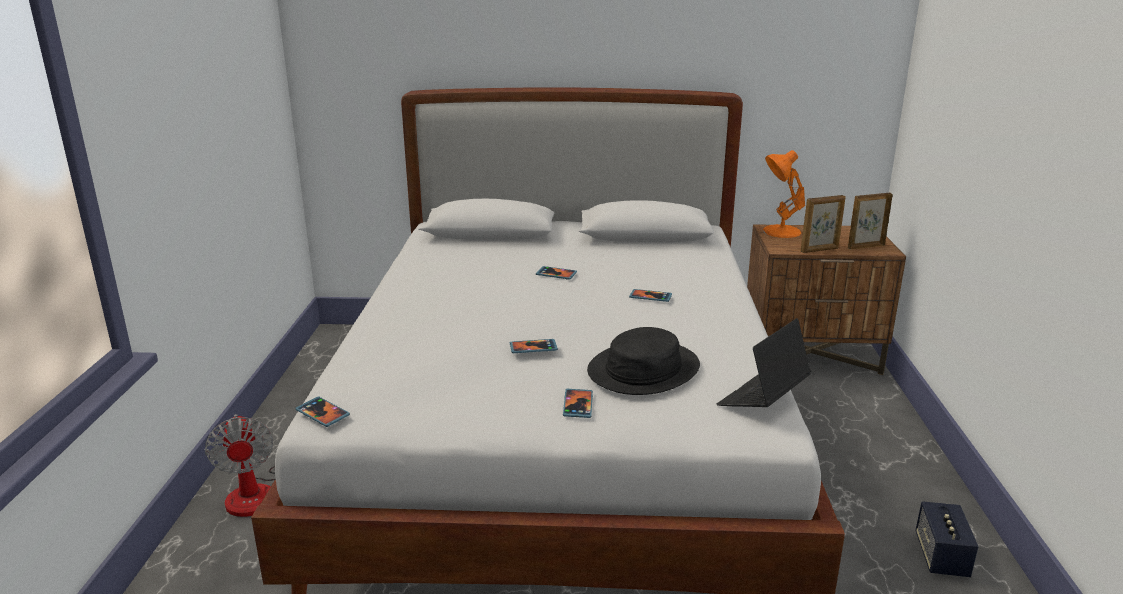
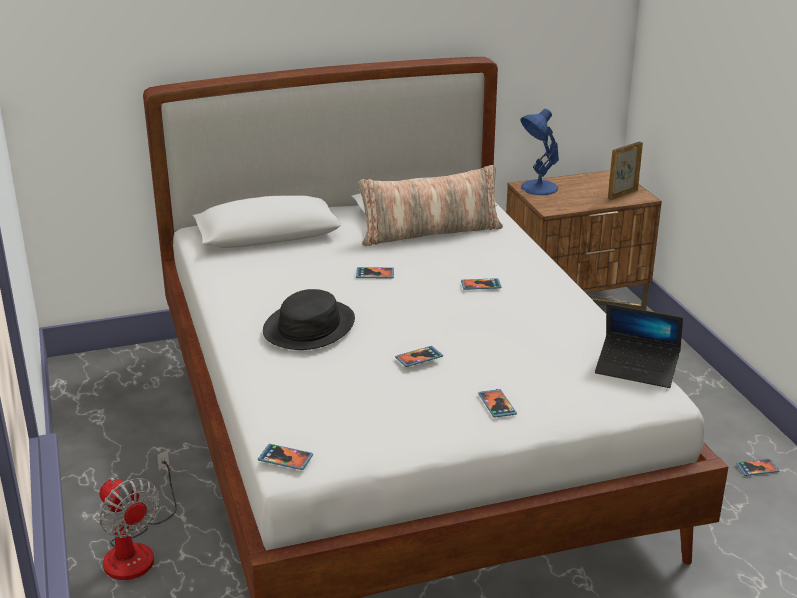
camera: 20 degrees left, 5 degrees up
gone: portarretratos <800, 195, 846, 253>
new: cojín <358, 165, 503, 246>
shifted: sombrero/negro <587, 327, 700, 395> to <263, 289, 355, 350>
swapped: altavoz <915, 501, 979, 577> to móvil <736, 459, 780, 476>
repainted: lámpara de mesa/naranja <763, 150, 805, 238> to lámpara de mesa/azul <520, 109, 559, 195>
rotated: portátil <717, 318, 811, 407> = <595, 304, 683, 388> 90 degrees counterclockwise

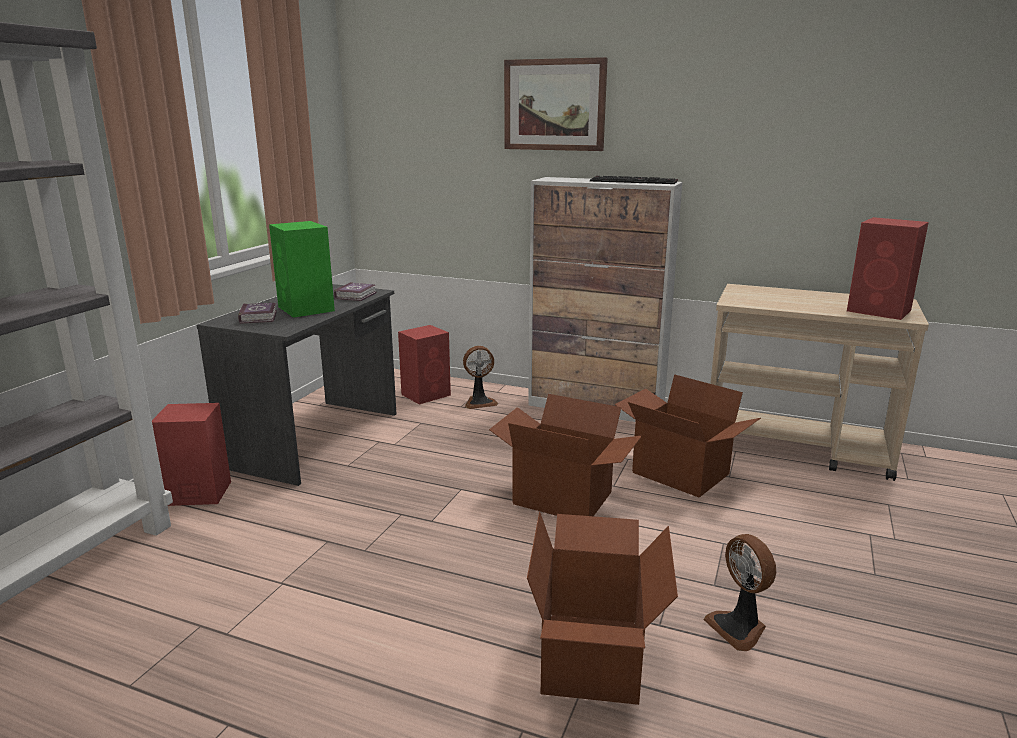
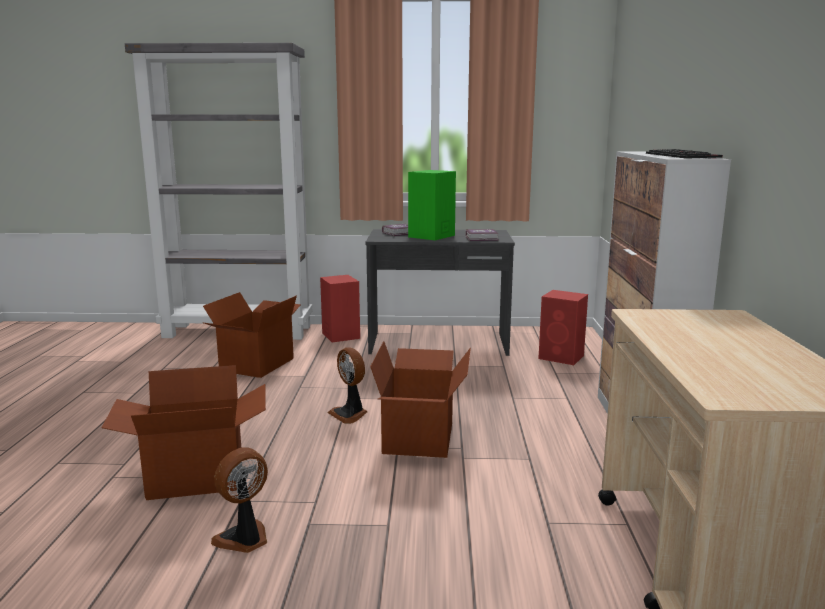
camera: 70 degrees right, 5 degrees down
gone: cuadro <504, 57, 608, 151>; altavoz/rojo <847, 217, 929, 320>
shifted: caja de cartón <615, 374, 761, 498> to <202, 292, 301, 378>; ventilador <463, 346, 498, 409> to <328, 347, 367, 424>

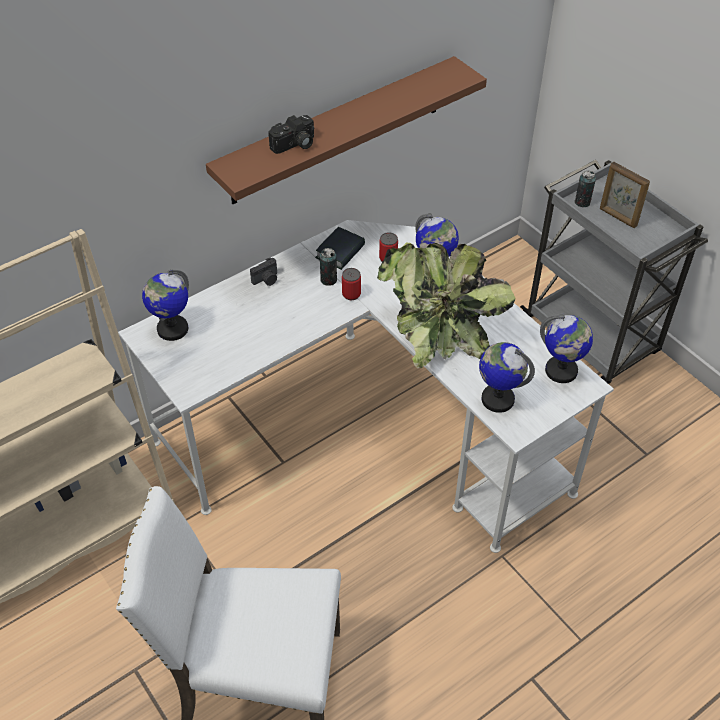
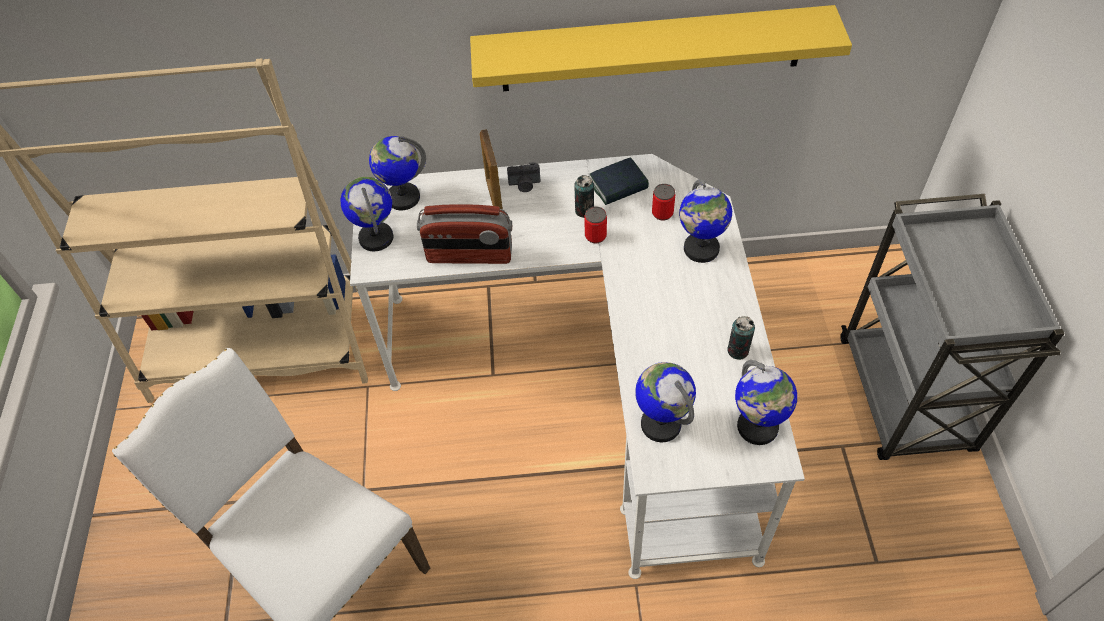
camera: 35 degrees right, 5 degrees up
gone: cámara <268, 115, 314, 154>; planta en maceta <377, 243, 516, 368>
new: globo terráqueo <341, 176, 393, 251>; radio <417, 204, 512, 264>
shifted: portarretratos <600, 162, 650, 228> to <480, 129, 503, 210>; lata <574, 171, 596, 208> to <727, 316, 755, 360>
repainted: estante/marrón <206, 56, 487, 204> to estante/amarillo <470, 5, 852, 91>

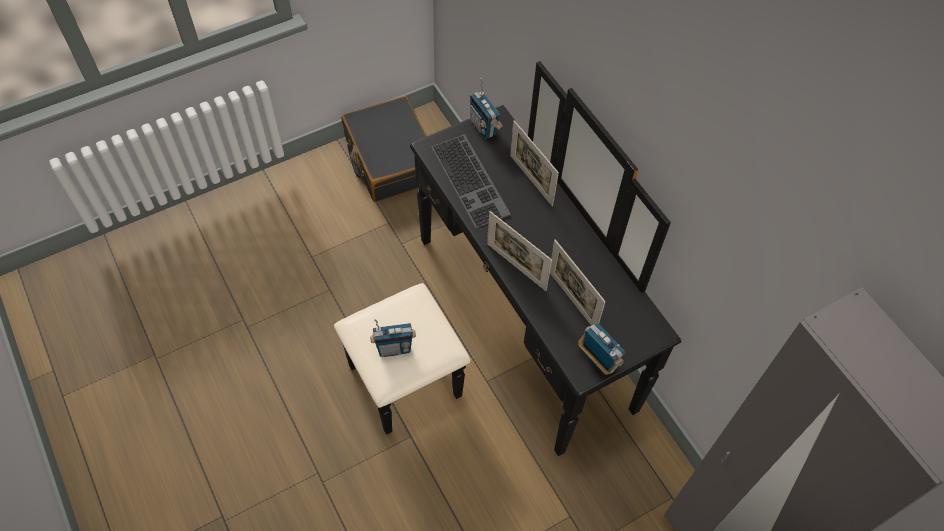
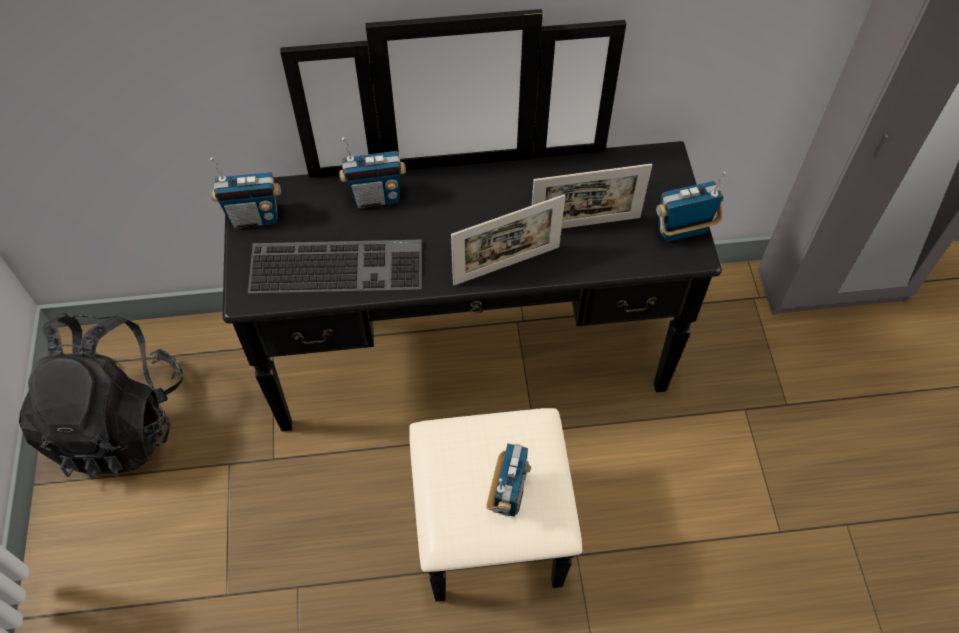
camera: 65 degrees left, 0 degrees up
swapped: maleta/negro <341, 96, 426, 202> to mochila/negro <19, 313, 183, 479>; portarretratos <510, 120, 559, 206> to radio <339, 137, 406, 208>

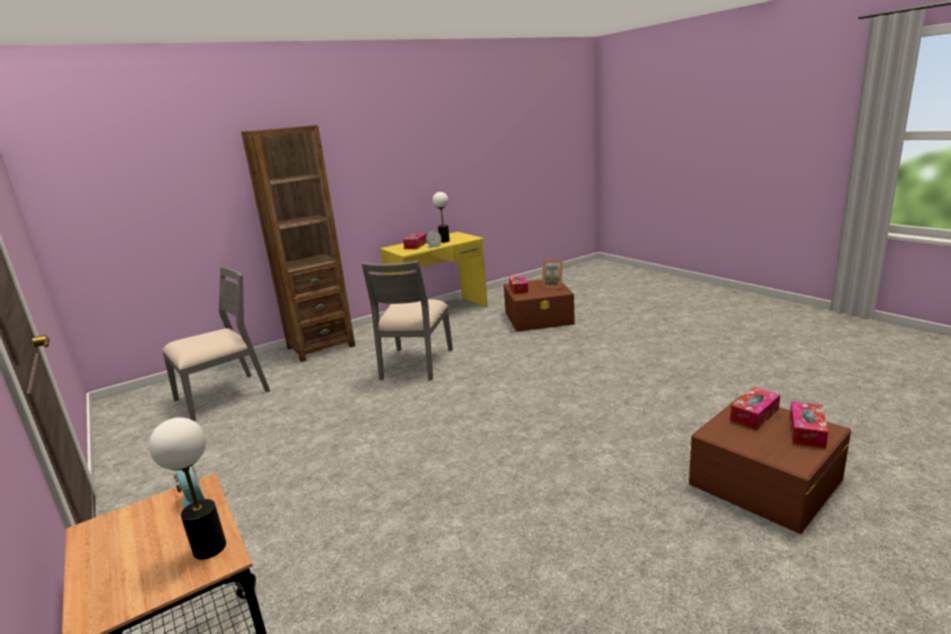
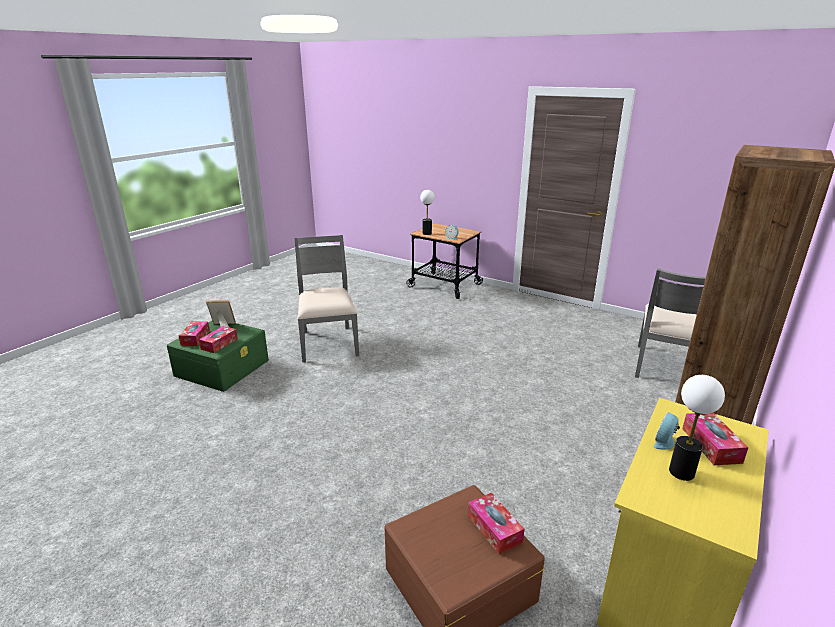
camera: 155 degrees right, 5 degrees up
shifted: portarretratos <542, 260, 563, 288> to <206, 300, 236, 327>; silla/gris <362, 260, 453, 380> to <295, 235, 359, 363>
repainted: caja de almacenaje/marrón <689, 396, 851, 534> to caja de almacenaje/verde <167, 321, 269, 392>

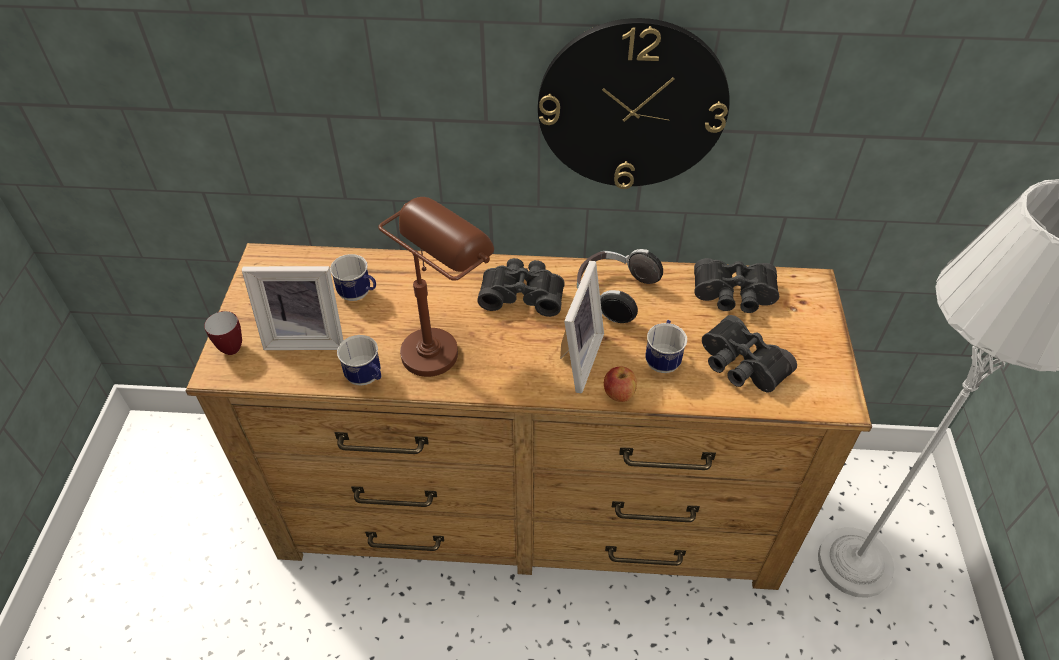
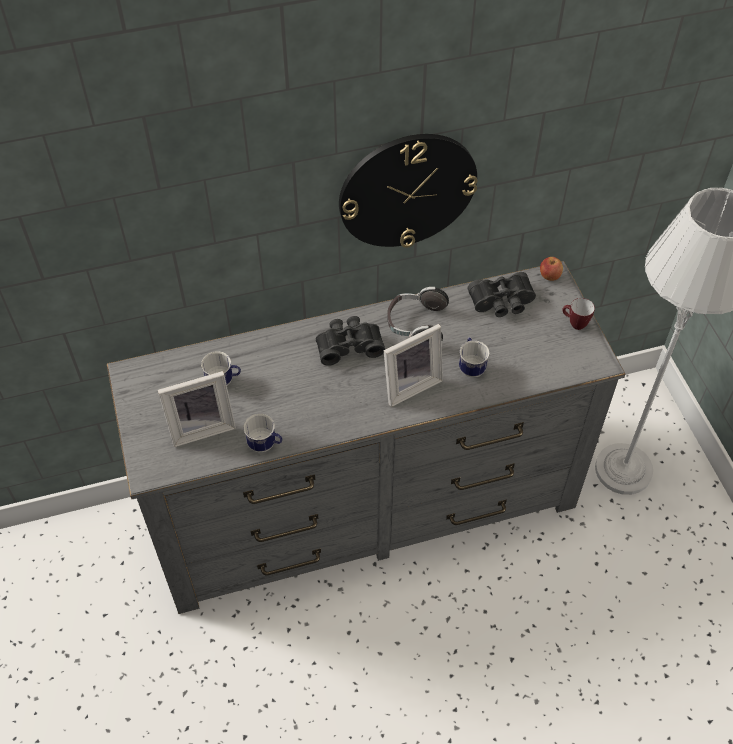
camera: 20 degrees left, 5 degrees up
gone: lámpara de mesa/marrón <378, 197, 494, 377>; prismáticos/negro <702, 315, 797, 393>
shifted: manzana <604, 366, 637, 402> to <540, 257, 563, 281>; taza grande <204, 311, 242, 355> to <562, 298, 595, 330>
repainted: cómoda/marrón <186, 243, 872, 590> to cómoda/gris <107, 261, 625, 614>
rotated: portarretratos <560, 261, 604, 393> = <384, 324, 443, 407> 60 degrees clockwise

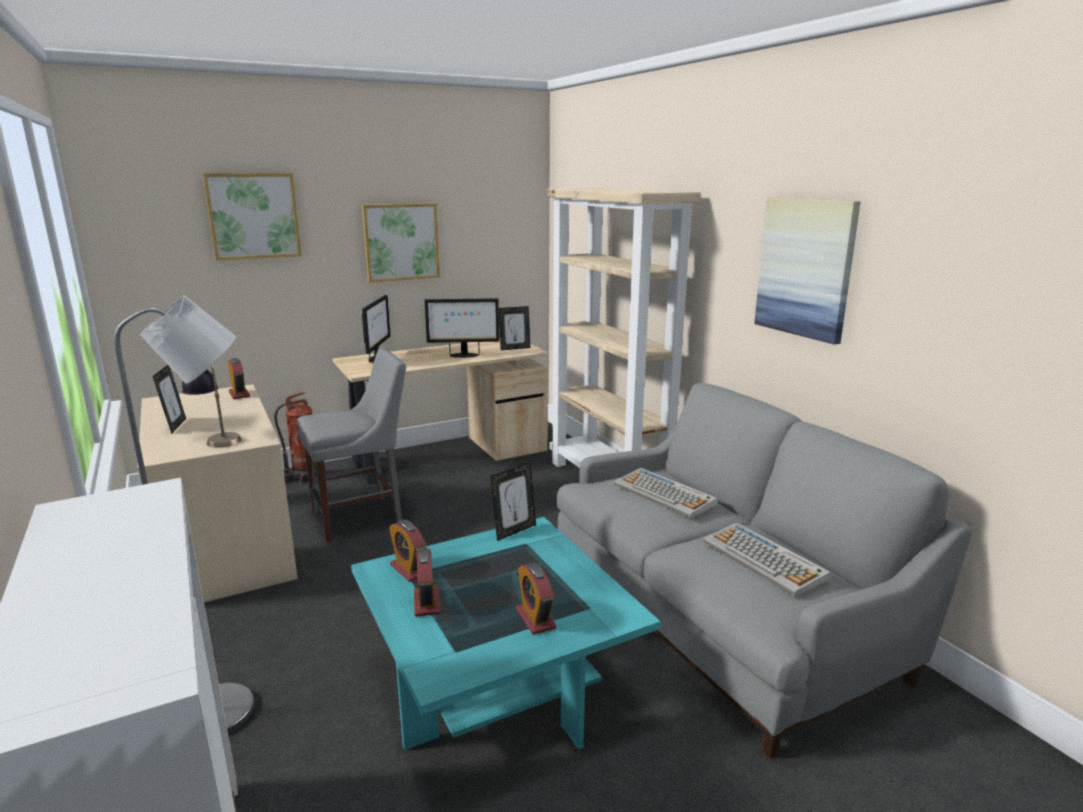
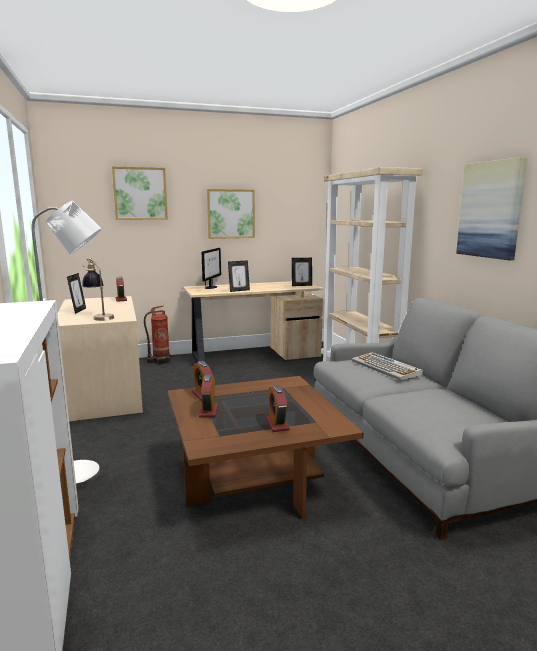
camera: 10 degrees right, 5 degrees down
gone: silla/gris <297, 348, 406, 542>; monitor <425, 298, 500, 358>; teclado <703, 523, 831, 597>
shifted: portarretratos <490, 462, 536, 541> to <228, 260, 250, 292>
repainted: mesa de centro/turquesa <351, 517, 661, 750> to mesa de centro/marrón <168, 376, 363, 519>

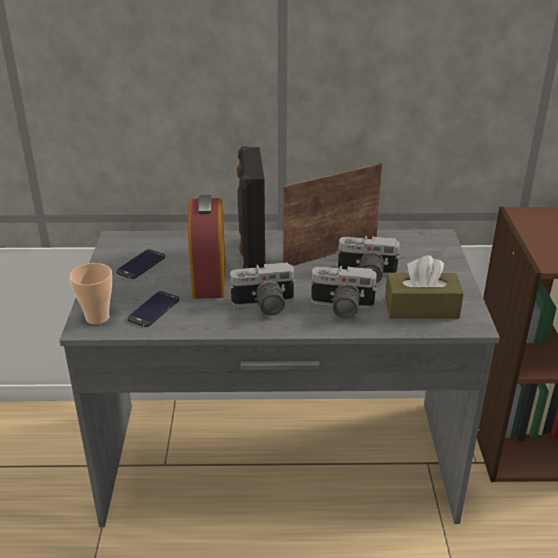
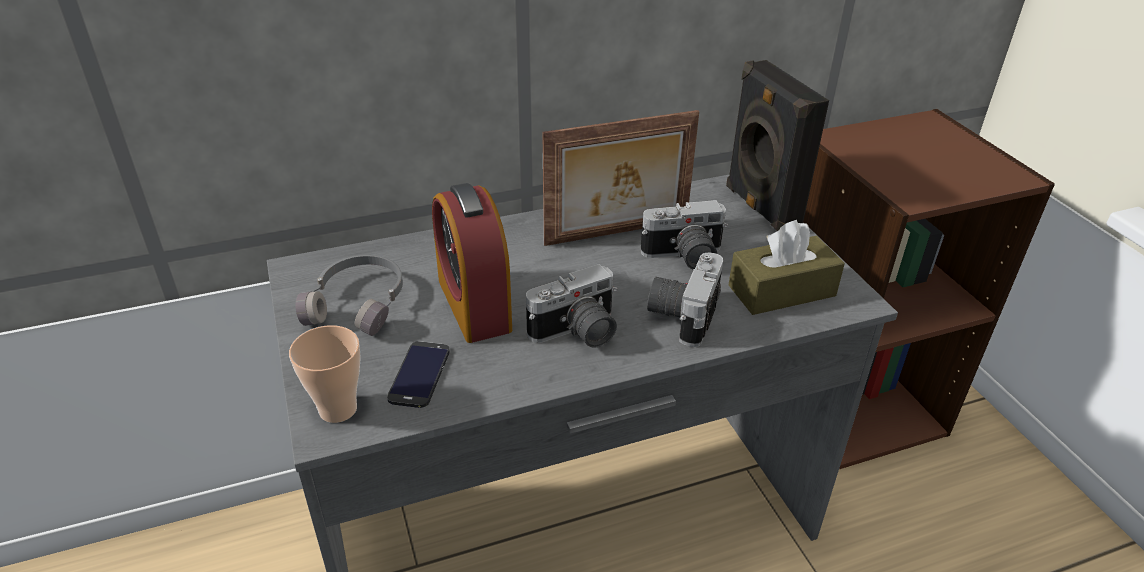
camera: 20 degrees left, 5 degrees up
shifted: altavoz/negro <237, 146, 265, 269> to <726, 60, 829, 231>
swapped: móvil <116, 249, 165, 279> to auriculares/gris <296, 255, 403, 336>
rotated: portarretratos <283, 163, 382, 266> = <543, 110, 699, 246> 150 degrees counterclockwise; cámara <309, 266, 377, 319> = <647, 252, 723, 347> 120 degrees clockwise

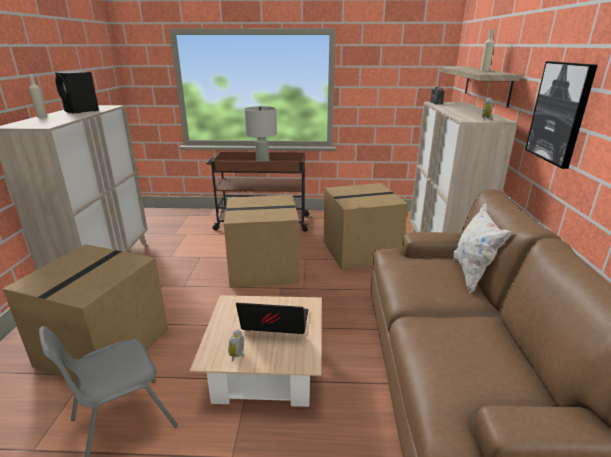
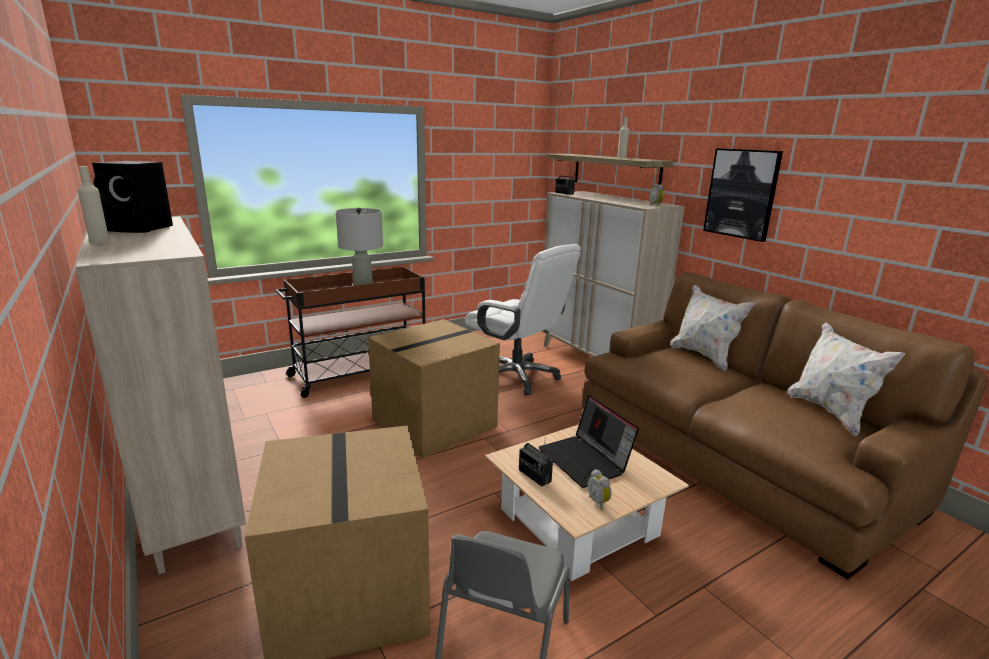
camera: 35 degrees left, 5 degrees down
new: radio <519, 443, 553, 486>; cojín/blanco <787, 323, 905, 436>
swapped: caja de cartón <323, 183, 408, 270> to silla de oficina/blanco <465, 244, 581, 395>
rotated: portátil <236, 303, 308, 334> = <538, 395, 639, 488> 90 degrees counterclockwise

